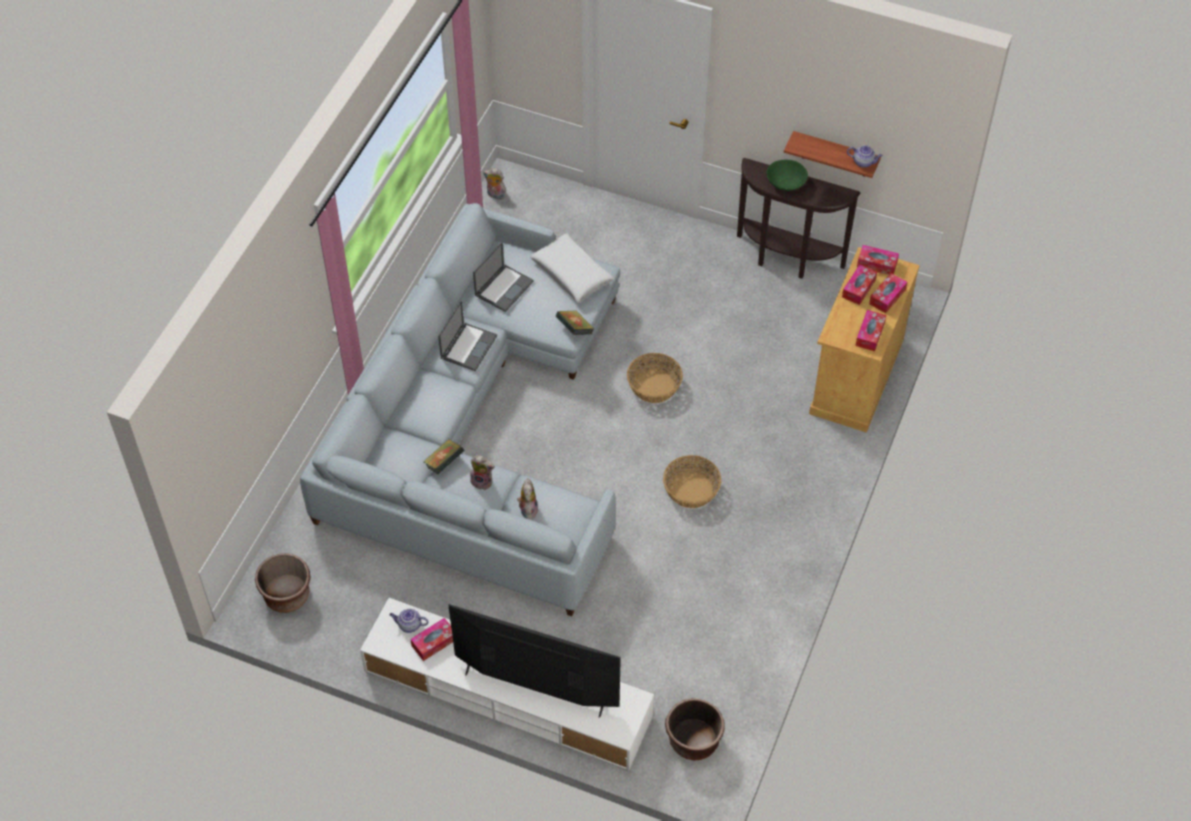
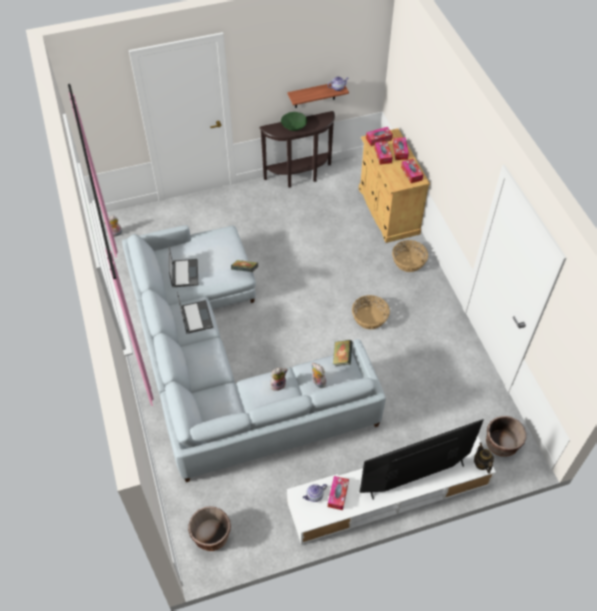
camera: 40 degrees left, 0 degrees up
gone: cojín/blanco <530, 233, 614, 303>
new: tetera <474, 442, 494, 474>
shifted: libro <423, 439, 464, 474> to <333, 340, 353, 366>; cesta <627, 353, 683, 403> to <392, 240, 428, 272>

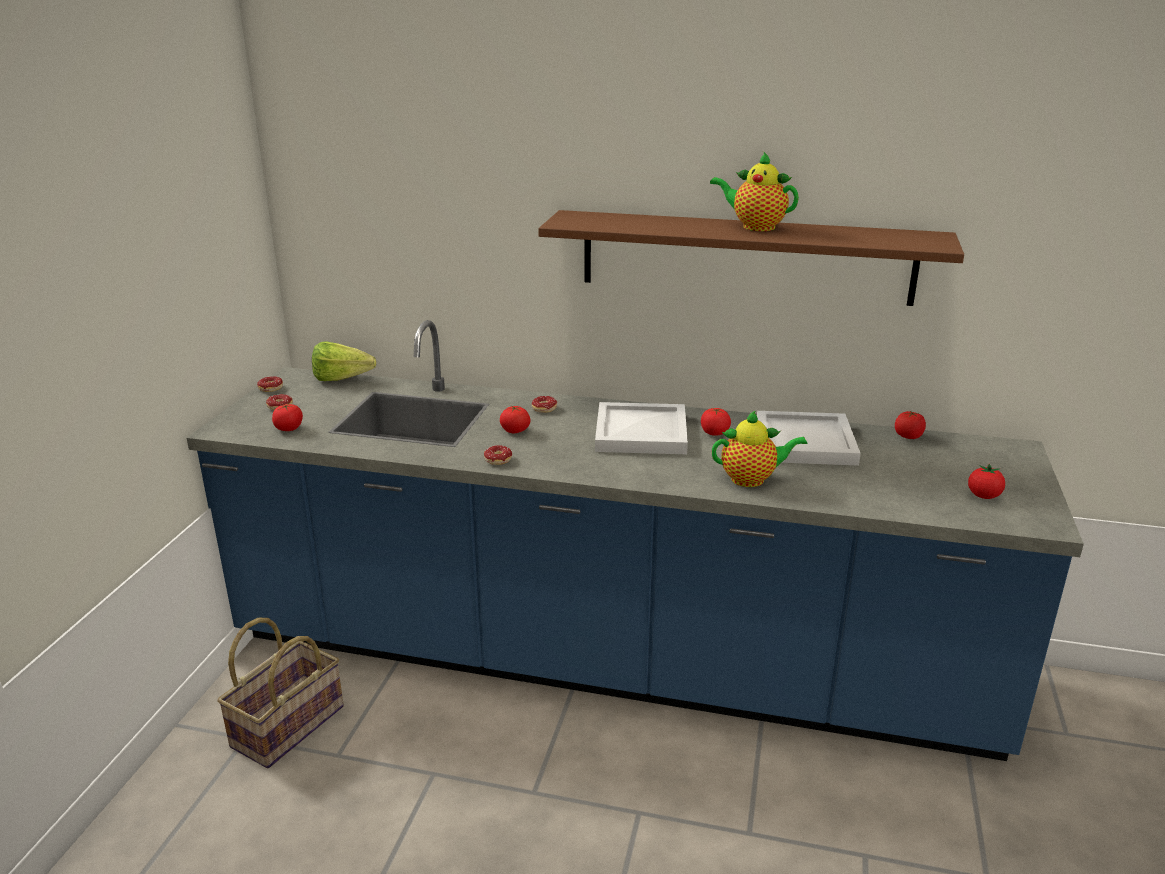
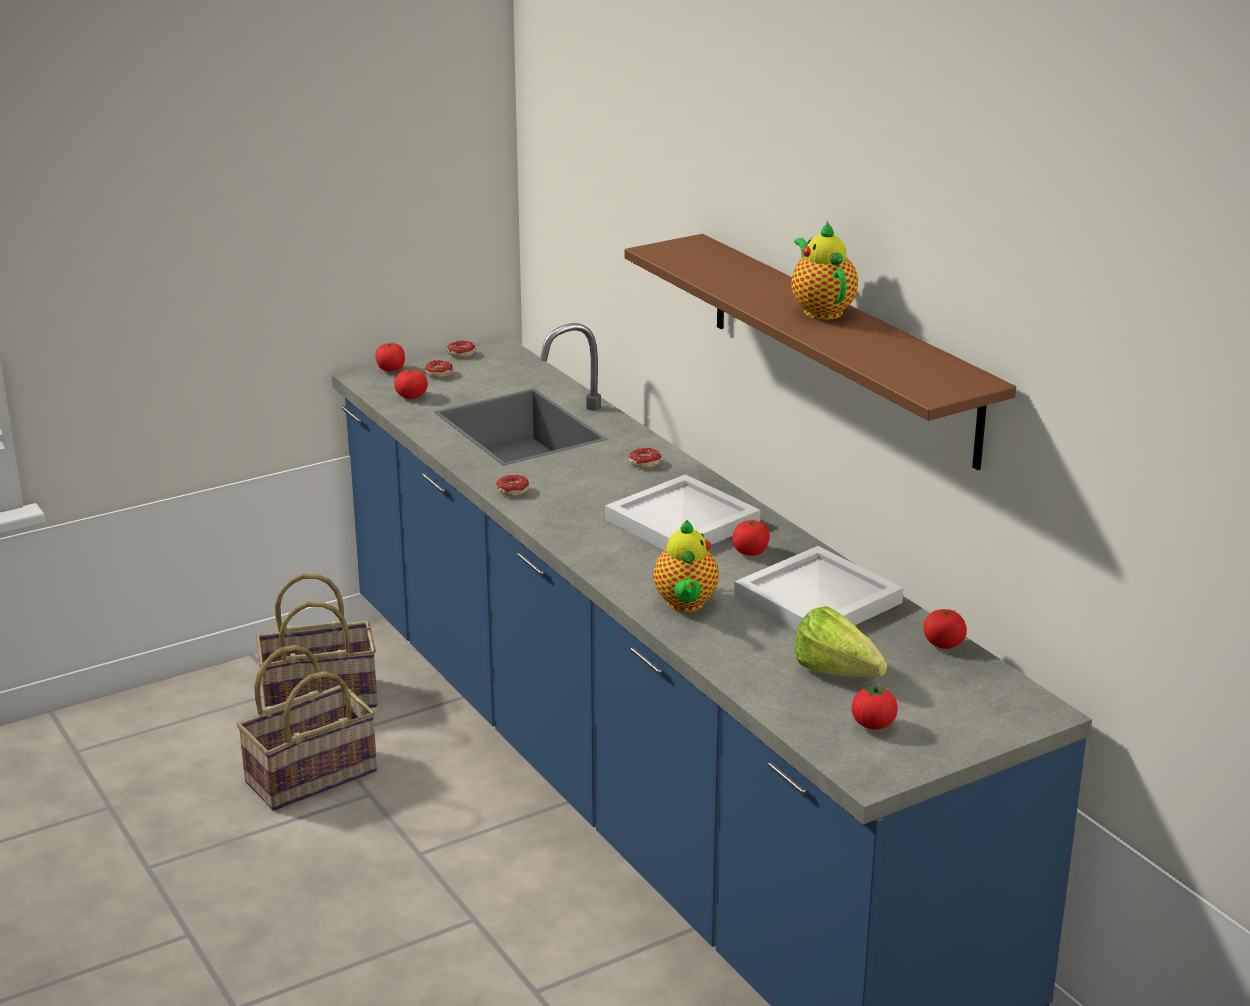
camera: 45 degrees right, 0 degrees up
new: cesta <237, 645, 377, 811>
shifted: tomate <500, 405, 530, 433> to <375, 342, 405, 371>; lechuga <312, 342, 376, 381> to <794, 606, 887, 677>
rotated: tetera <712, 410, 807, 487> = <653, 520, 719, 612> 45 degrees clockwise

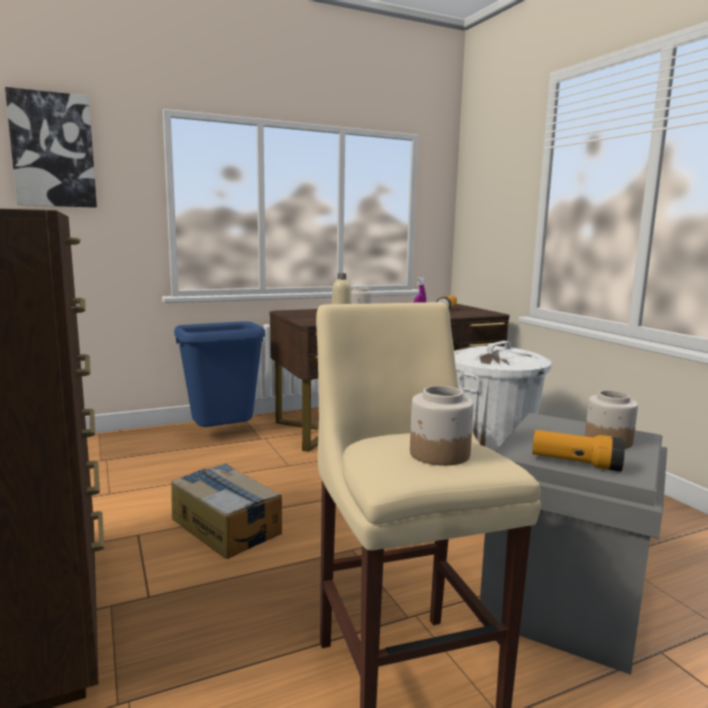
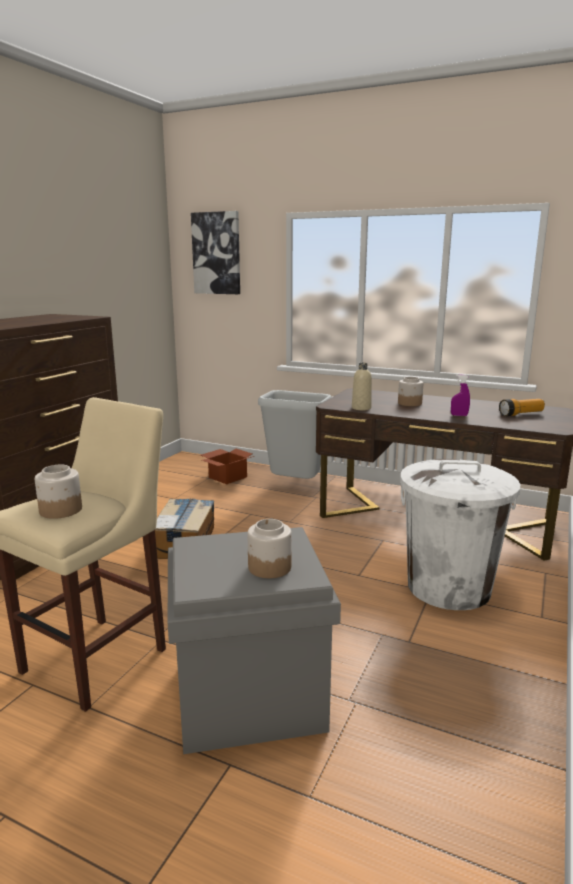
camera: 50 degrees right, 5 degrees up
gone: linterna <532, 430, 625, 472>
new: caja de cartón <200, 449, 254, 484>
repainted: papelera/azul <174, 321, 265, 427> to papelera/gris <258, 390, 332, 479>

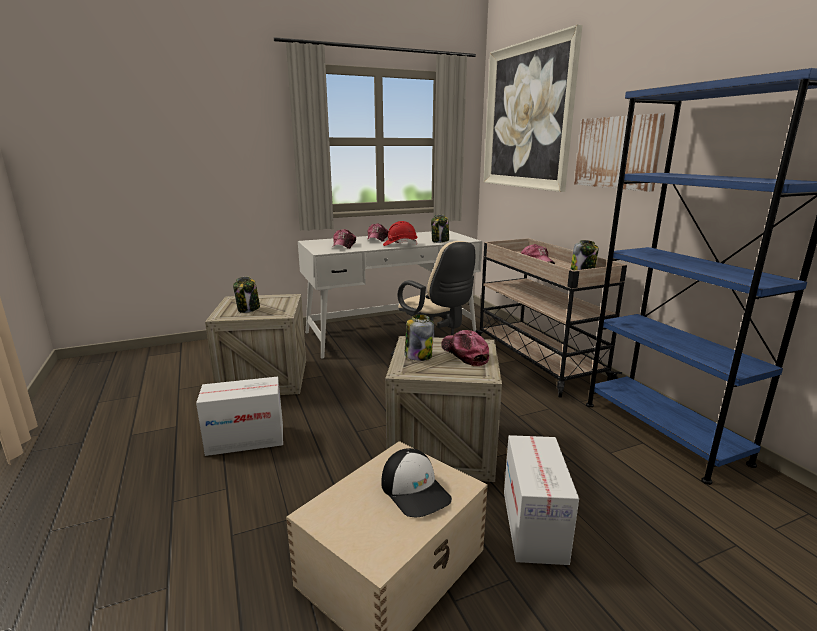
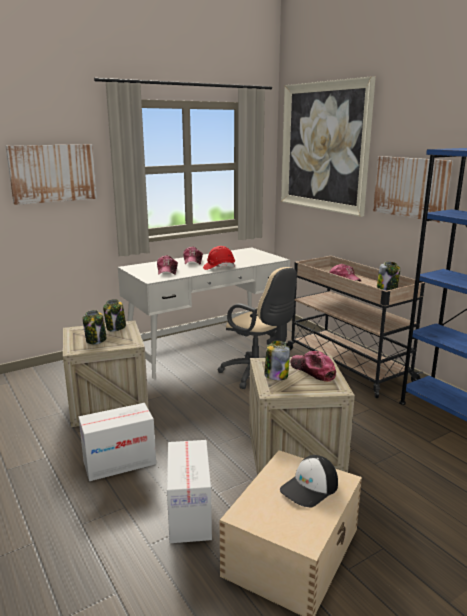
camera: 10 degrees left, 0 degrees up
new: cuadro <6, 144, 97, 205>
shifted: tarro <431, 214, 449, 243> to <103, 299, 126, 331>; caja de cartón <504, 435, 579, 565> to <167, 440, 212, 543>
rotated: gorra <381, 448, 452, 517> = <280, 455, 338, 507> 90 degrees clockwise

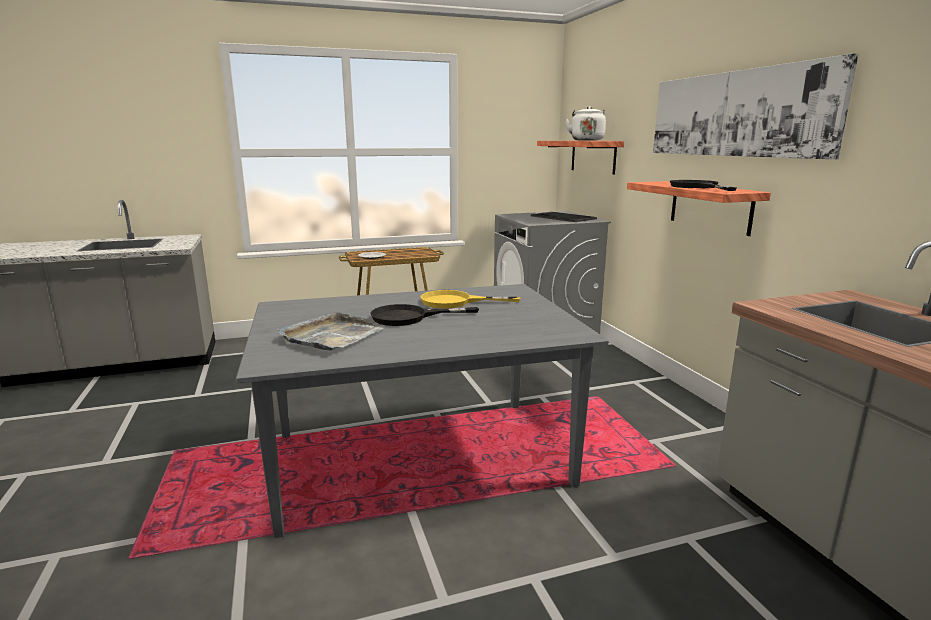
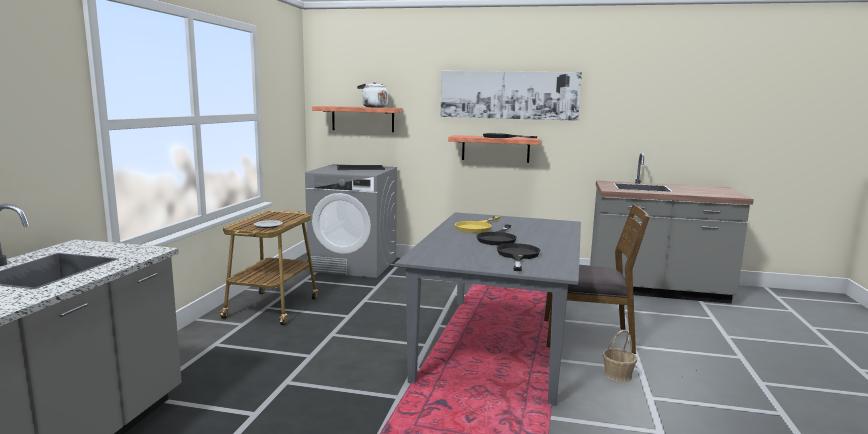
camera: 60 degrees left, 5 degrees down
new: silla/marrón <544, 204, 650, 354>; cesta <603, 330, 637, 382>
swapped: bandeja/gris <277, 312, 383, 351> to sartén/negro <496, 243, 541, 271>

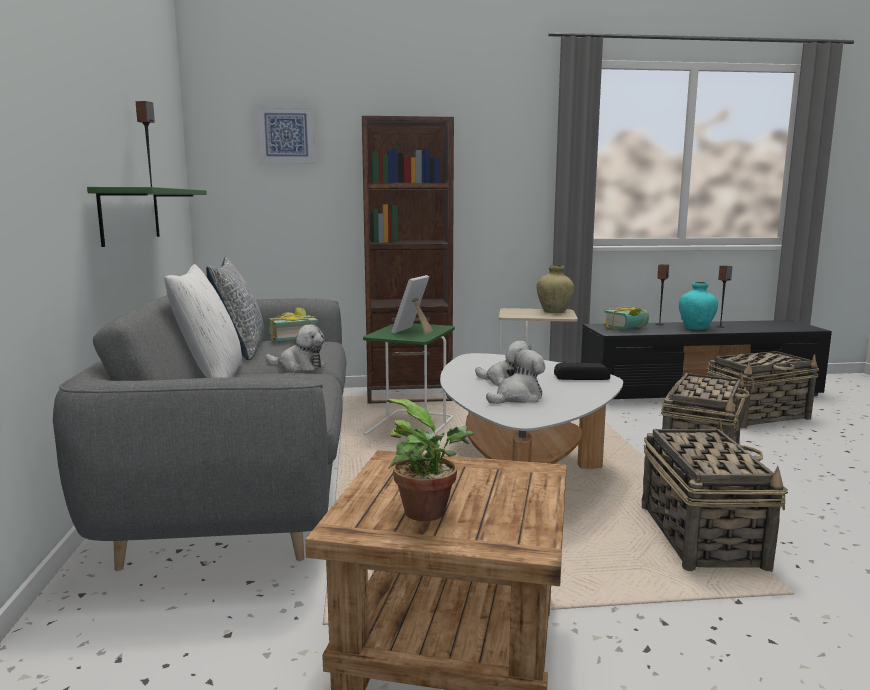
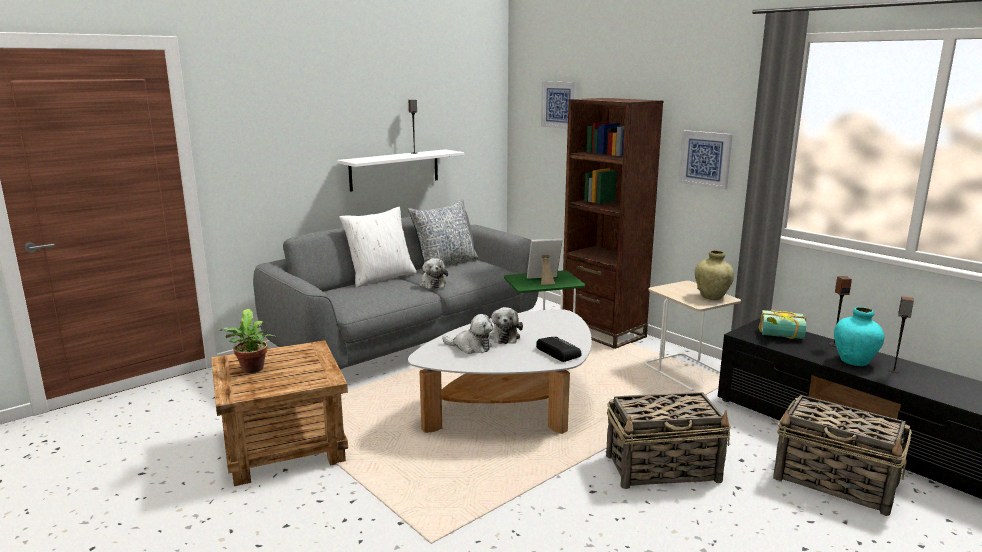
camera: 55 degrees right, 5 degrees up
gone: libro <268, 307, 318, 341>; cesta <642, 420, 788, 572>
new: cuadro <679, 130, 733, 190>
repainted: estante/verde <87, 187, 207, 247> to estante/blanco <337, 149, 464, 192>

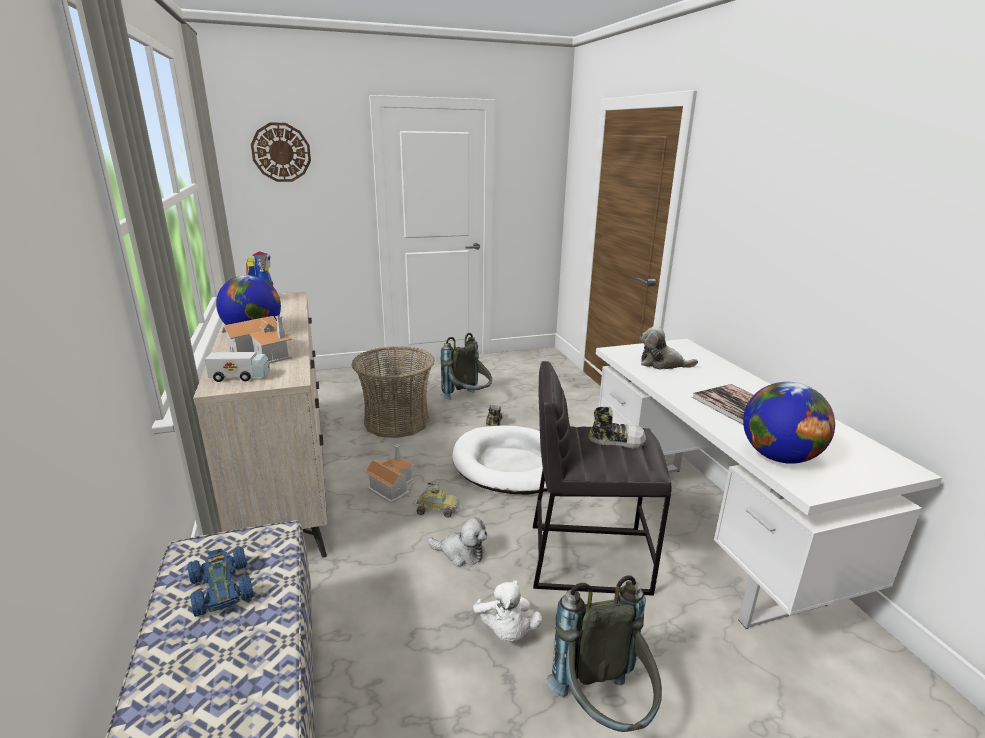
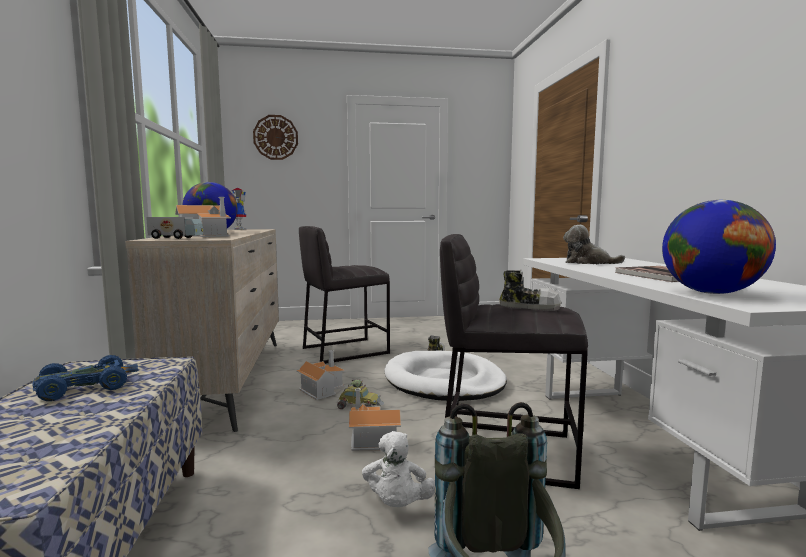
camera: 10 degrees right, 15 degrees down
gone: mochila/gris <440, 333, 492, 400>
swapped: cesta <352, 346, 435, 438> to taburete/gris <299, 226, 390, 364>; peluche <428, 517, 487, 567> to casita <349, 388, 401, 451>
rotated: coche de juguete/azul <187, 547, 254, 617> = <32, 355, 138, 401> 75 degrees clockwise

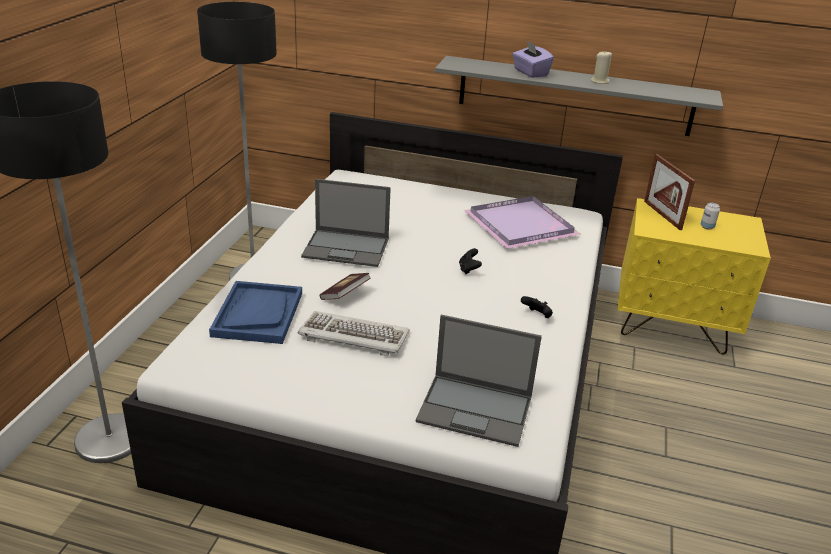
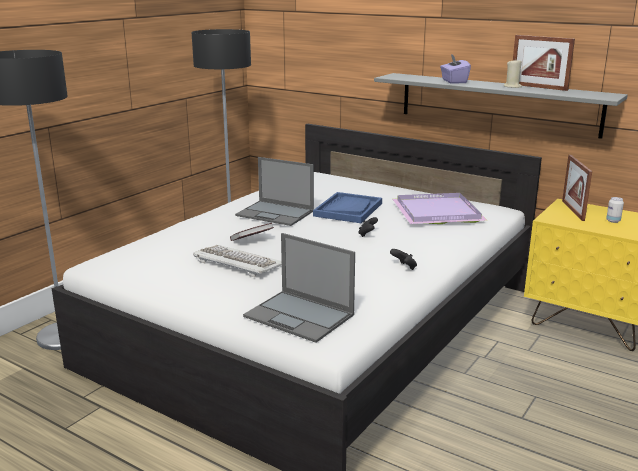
camera: 20 degrees right, 10 degrees down
new: portarretratos <513, 35, 575, 91>
shifted: bandeja/azul <209, 281, 302, 344> to <313, 192, 382, 223>

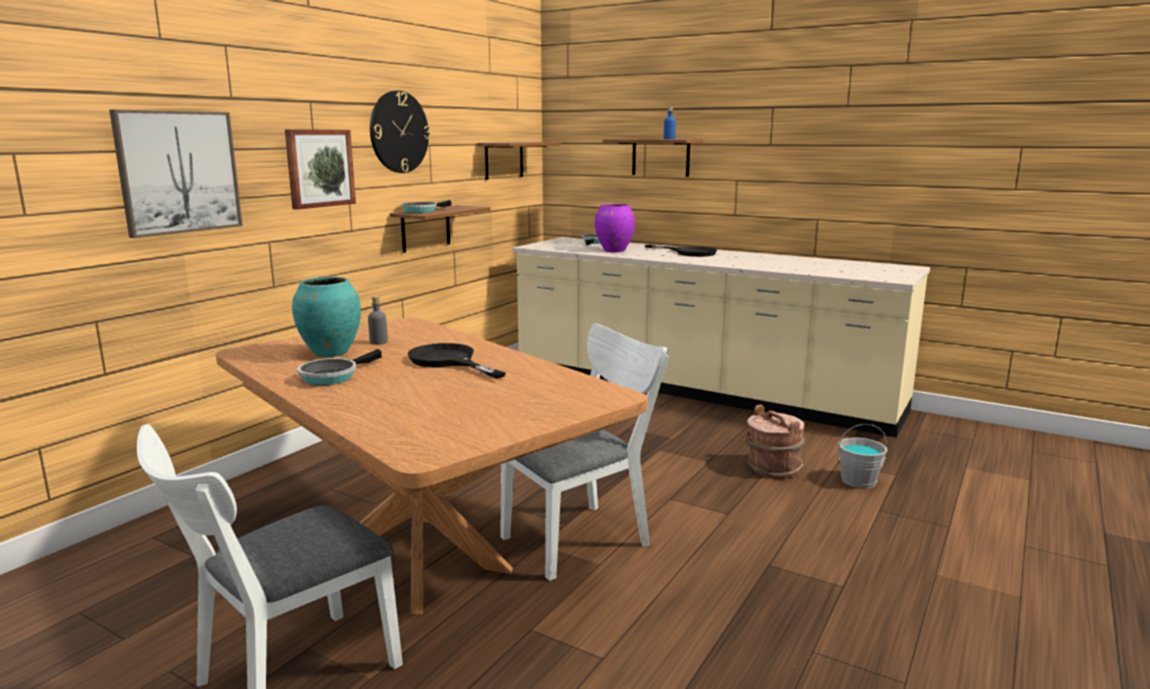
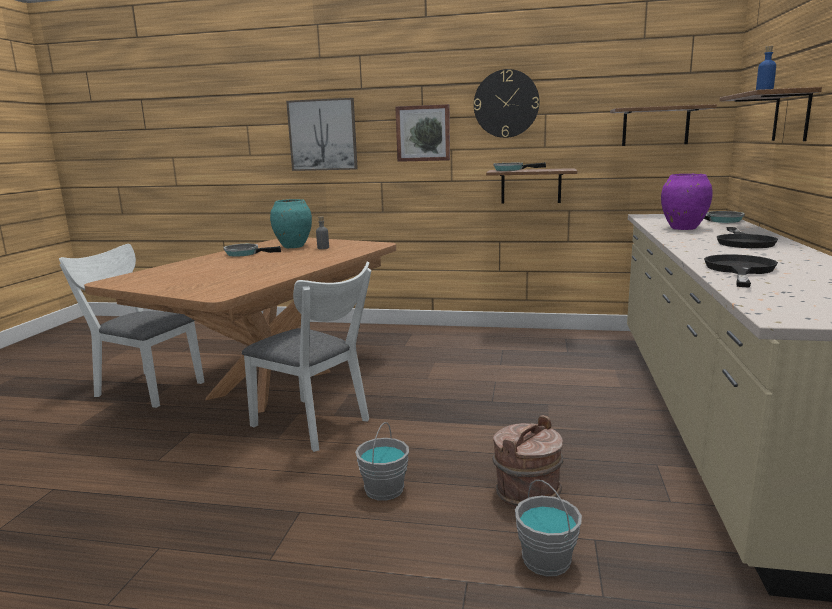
camera: 70 degrees right, 0 degrees up
new: cubo/gris <355, 422, 409, 501>
shifted: sartén/negro <408, 343, 506, 379> to <704, 254, 778, 288>

